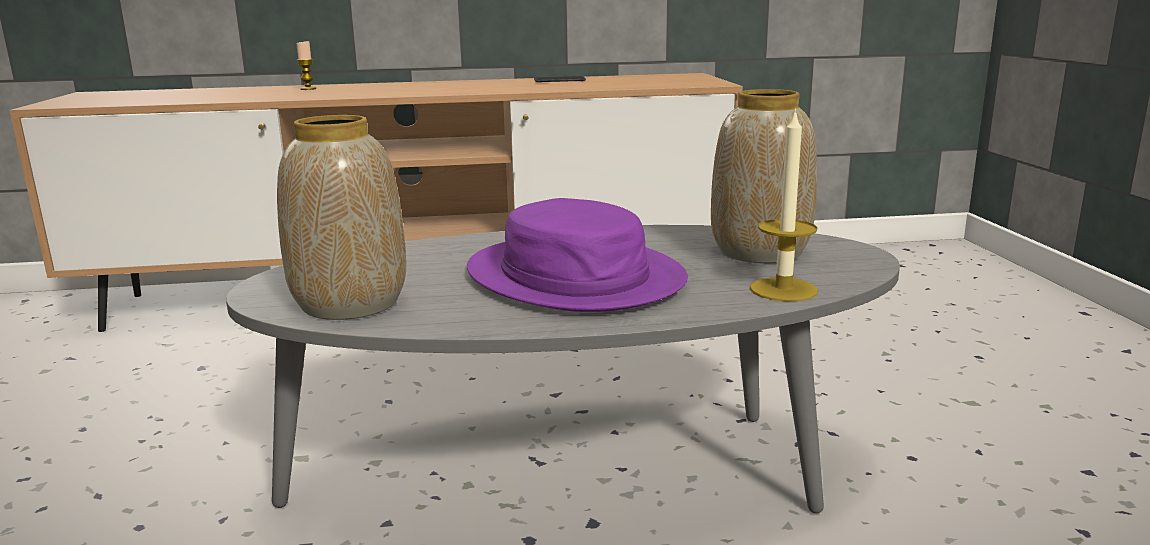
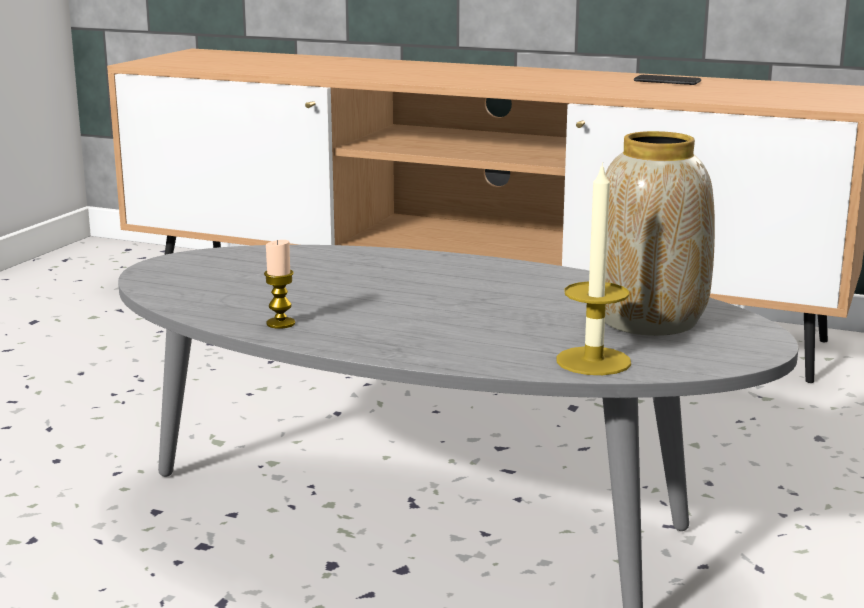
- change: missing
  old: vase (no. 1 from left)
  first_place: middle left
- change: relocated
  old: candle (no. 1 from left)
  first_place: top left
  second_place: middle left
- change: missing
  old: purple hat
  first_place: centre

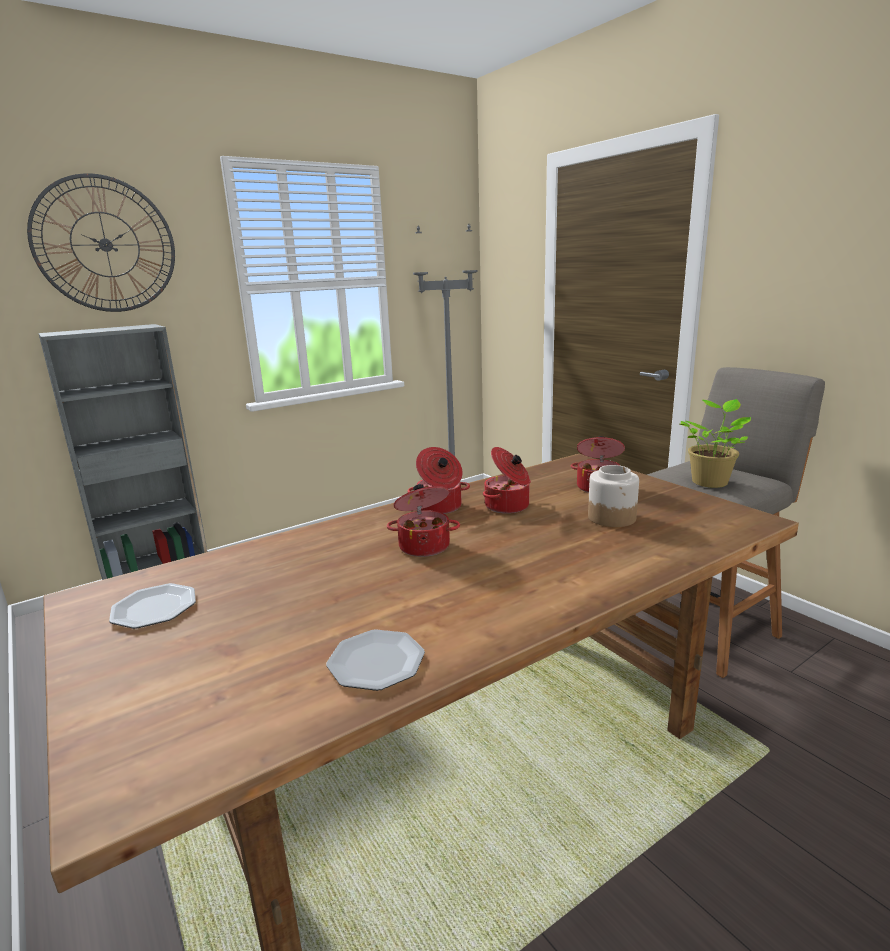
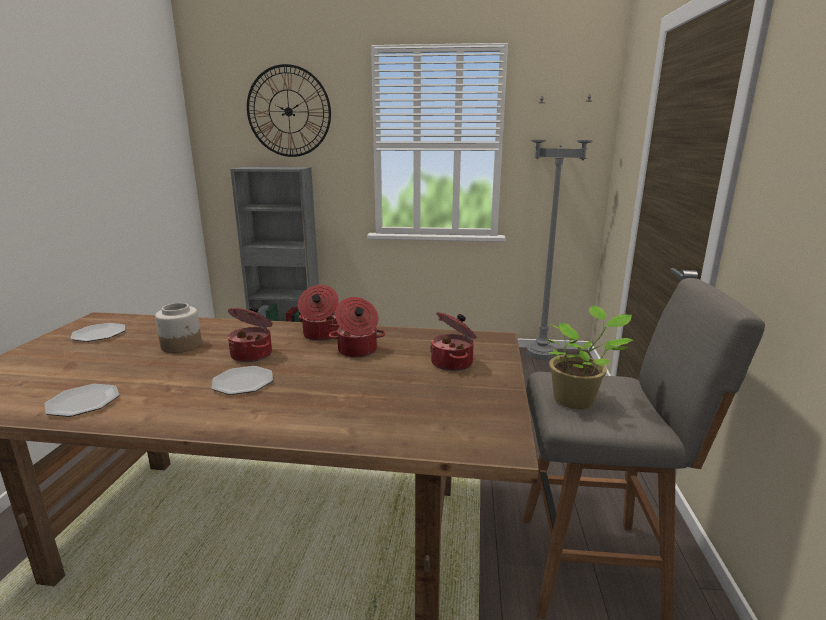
- change: relocated
  old: jar
  first_place: middle right
  second_place: middle left
- change: appeared
  new: plate (no. 3 from left)
  second_place: middle left

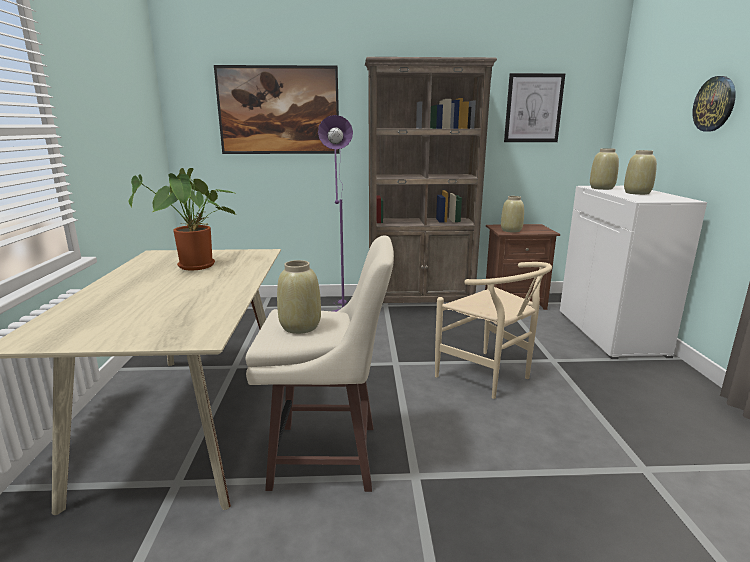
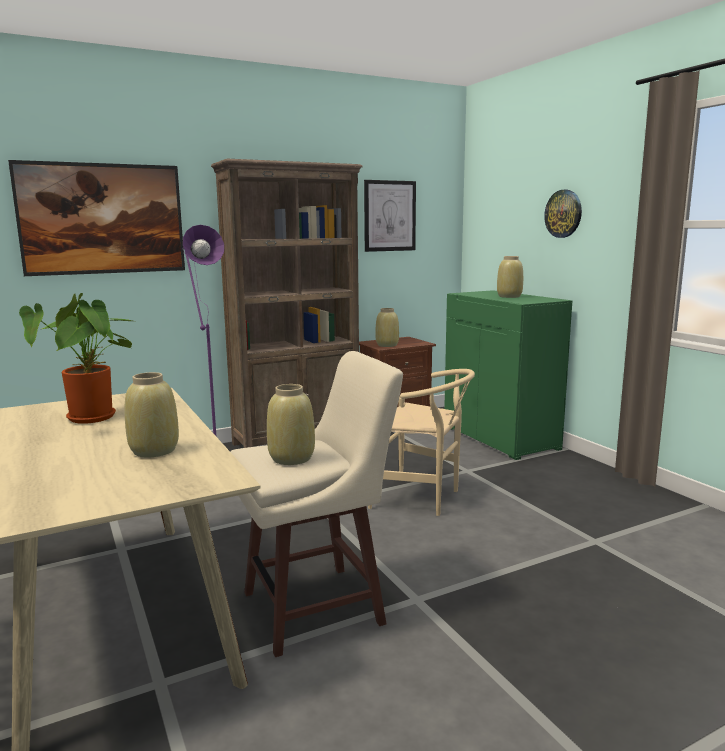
- change: colour
  old: white cabinet
  new: green cabinet
  first_place: middle right
  second_place: middle right
- change: relocated
  old: beige vase (no. 3 from left in the first image)
  new: beige vase (no. 1 from left)
  first_place: top right
  second_place: middle left

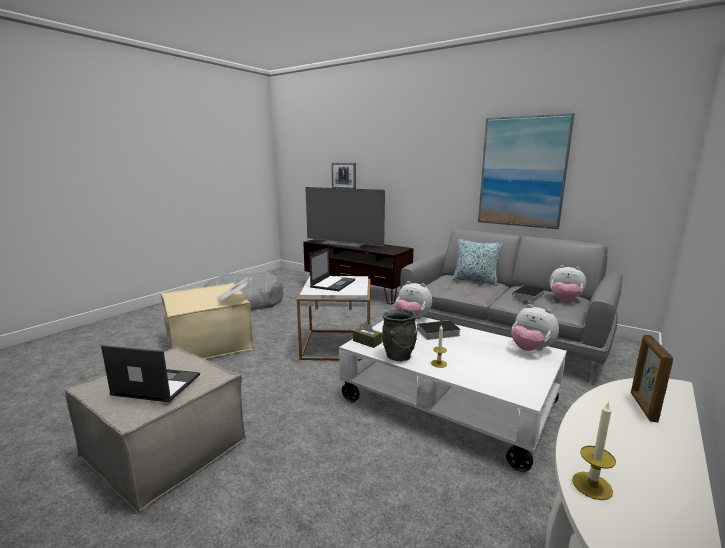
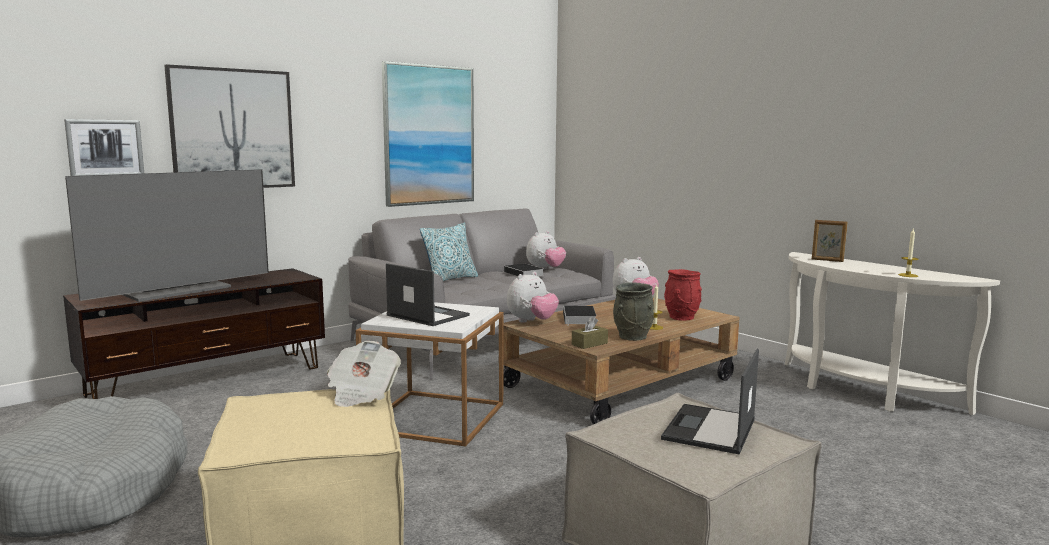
- change: colour
  old: white coffee table
  new: brown coffee table
  first_place: bottom centre
  second_place: centre
- change: appeared
  new: picture (no. 2 from left)
  second_place: top left
- change: appeared
  new: red vase
  second_place: centre

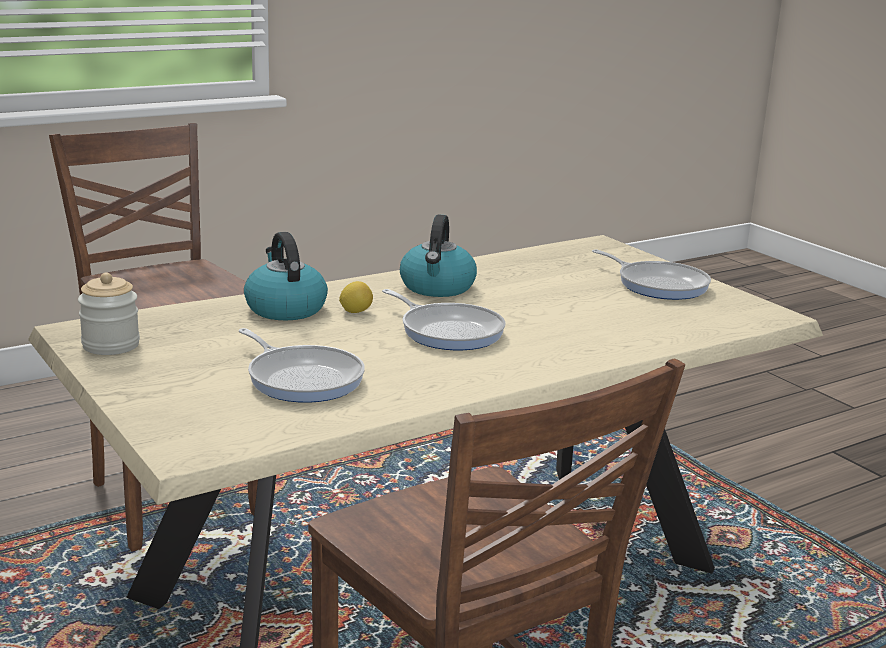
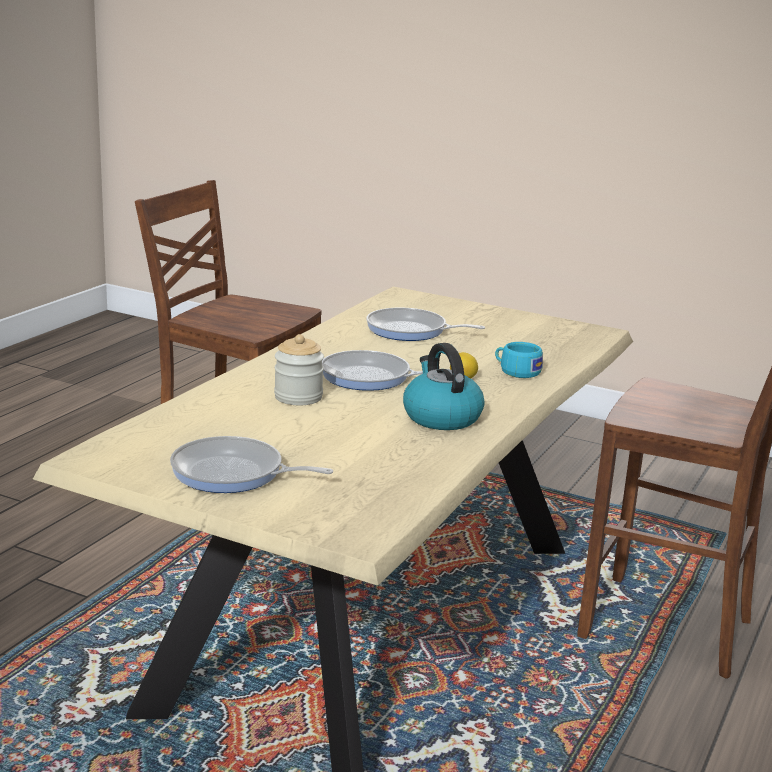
- change: relocated
  old: jar
  first_place: middle left
  second_place: centre
- change: exchanged
  old: kettle (no. 1 from left)
  new: turquoise cup
  first_place: middle left
  second_place: middle right

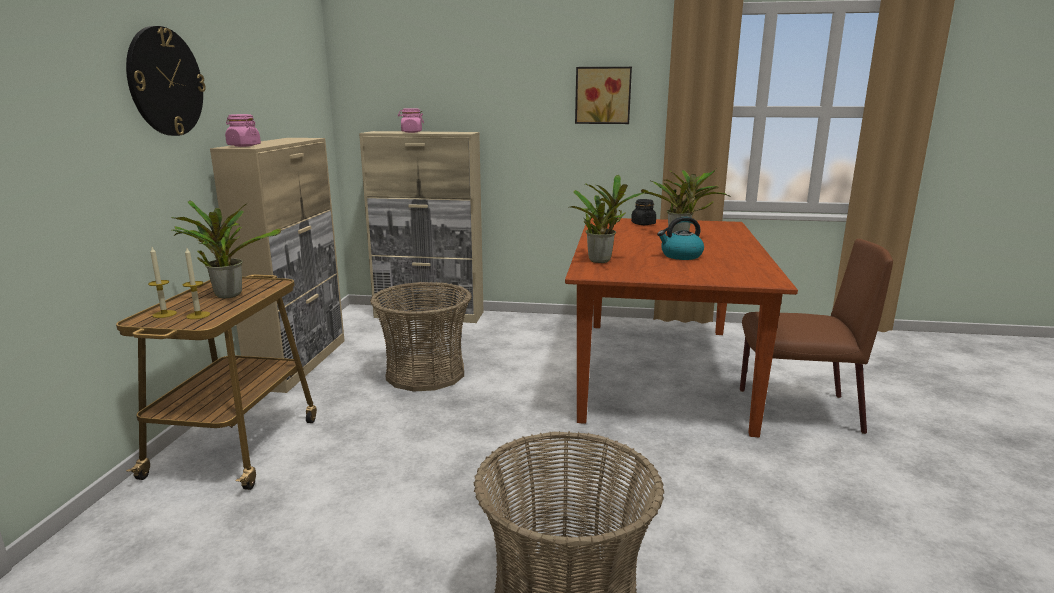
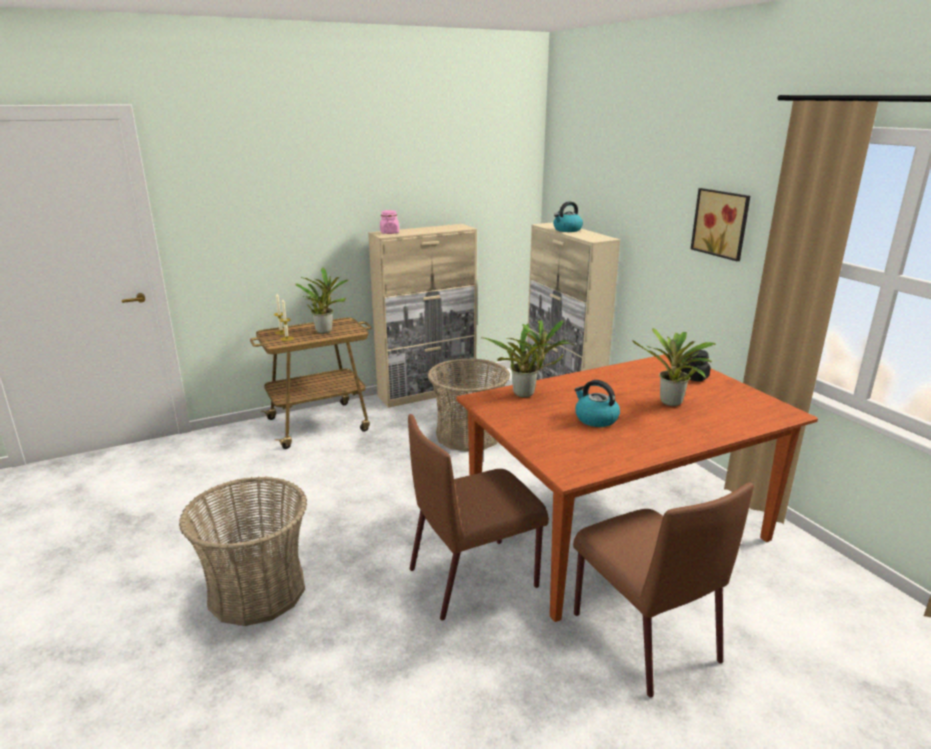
- change: missing
  old: wall clock
  first_place: top left
- change: exchanged
  old: pink jar (no. 2 from left)
  new: kettle (no. 1 from left)
  first_place: top centre
  second_place: top centre
- change: appeared
  new: brown chair (no. 1 from left)
  second_place: bottom centre

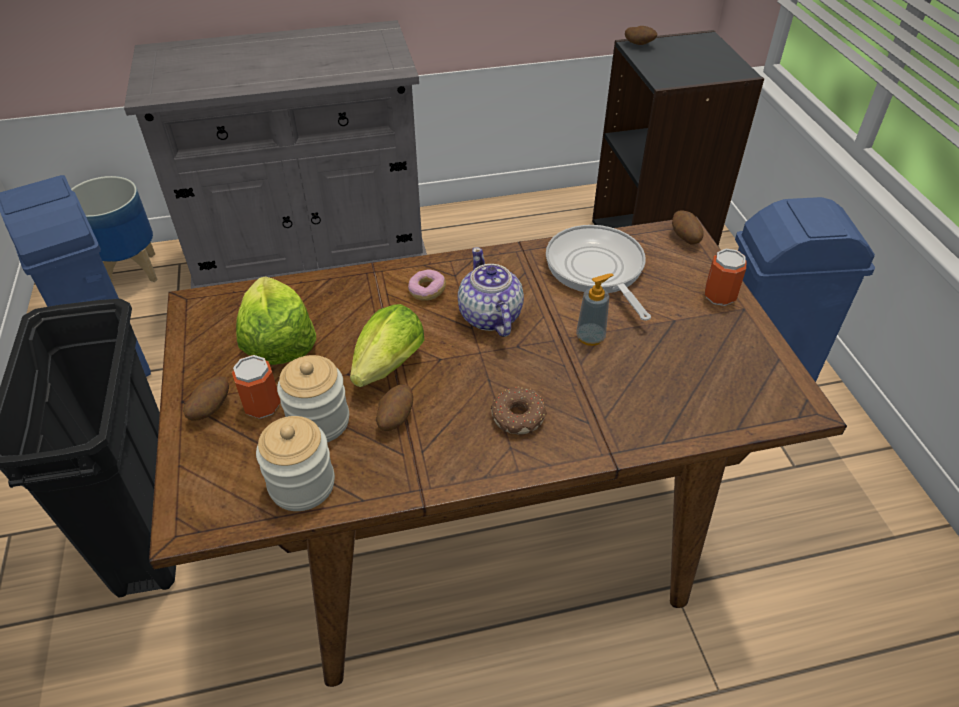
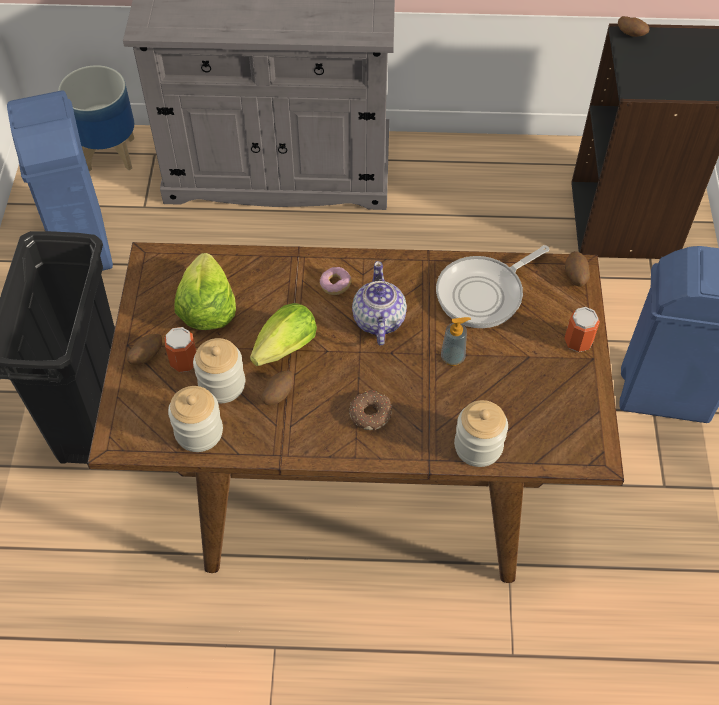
- change: spun
  old: frying pan
  first_place: centre
  second_place: middle right
  degrees: -120
- change: appeared
  new: jar (no. 3 from left)
  second_place: middle right

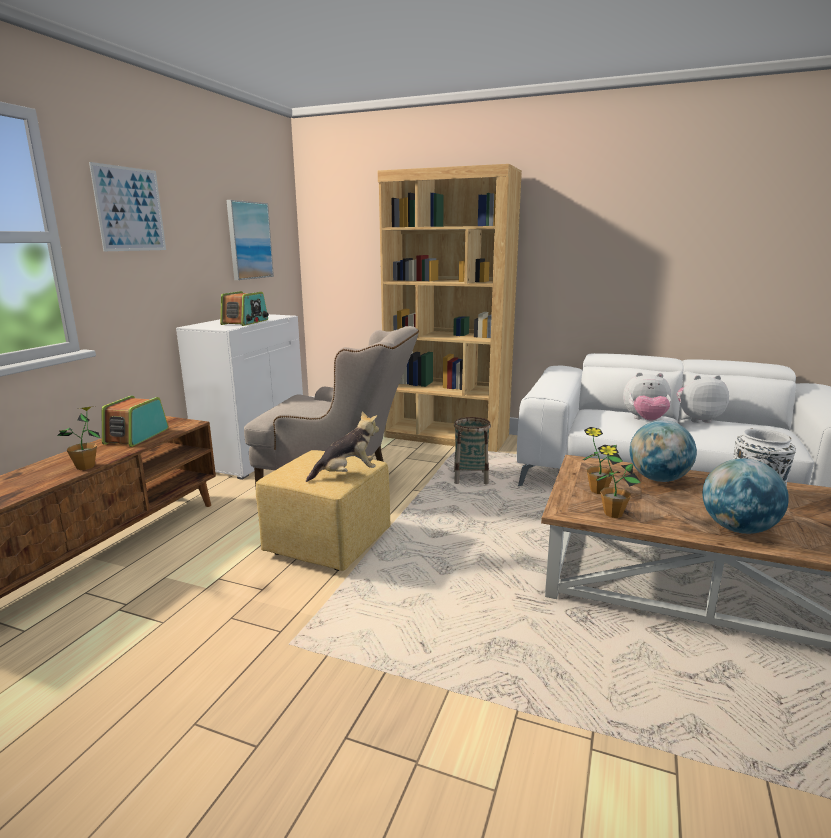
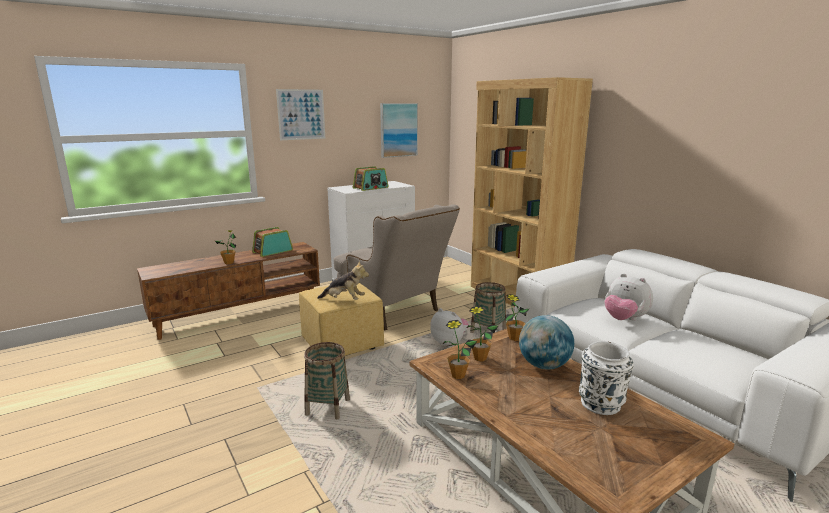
- change: relocated
  old: plush toy (no. 3 from left in the first image)
  new: plush toy (no. 2 from left)
  first_place: middle right
  second_place: centre
- change: missing
  old: globe (no. 2 from left)
  first_place: middle right
- change: appeared
  new: basket (no. 1 from left)
  second_place: bottom centre
- change: appeared
  new: potted plant (no. 4 from left)
  second_place: centre

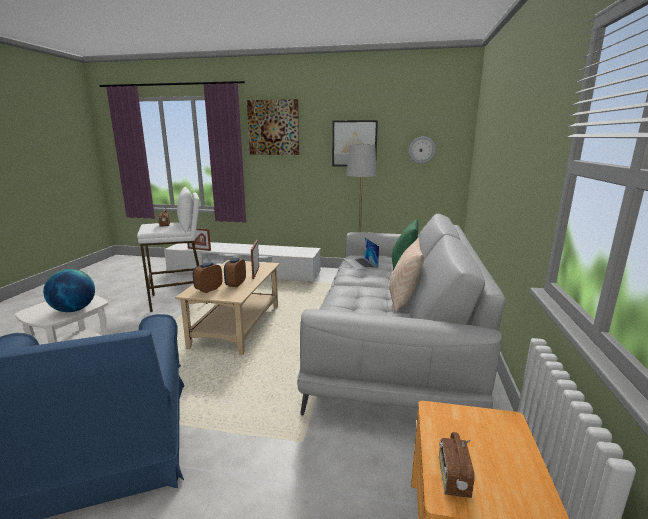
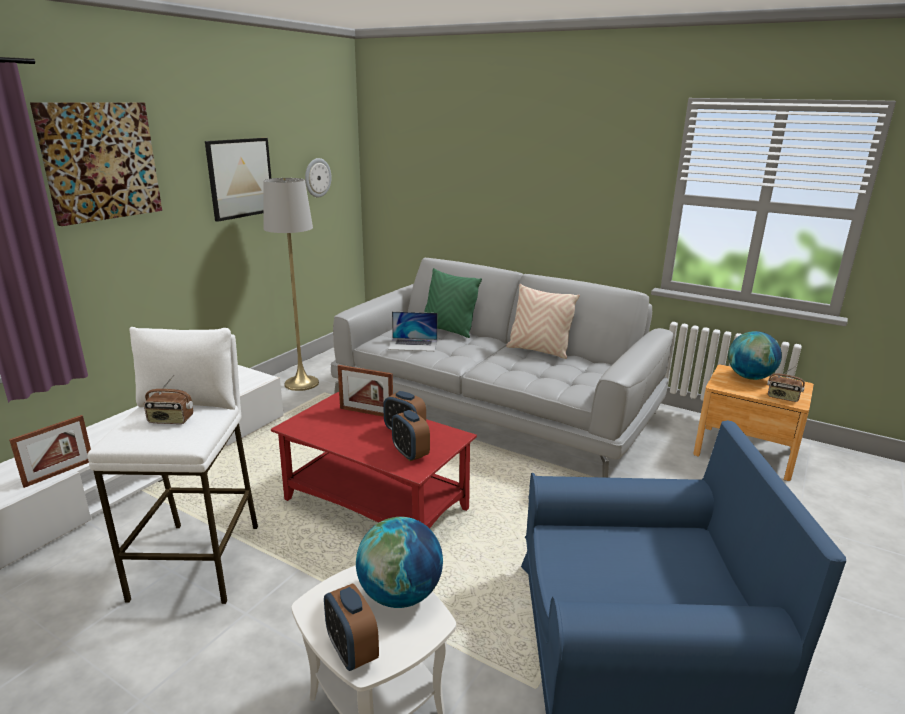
- change: colour
  old: beige coffee table
  new: red coffee table
  first_place: centre
  second_place: centre
- change: appeared
  new: alarm clock (no. 1 from left)
  second_place: bottom centre
- change: appeared
  new: globe (no. 2 from left)
  second_place: middle right

